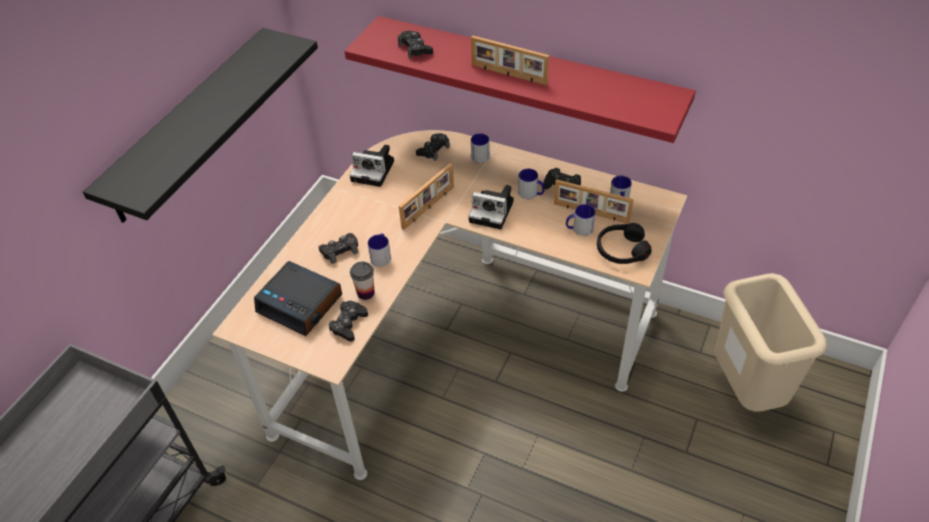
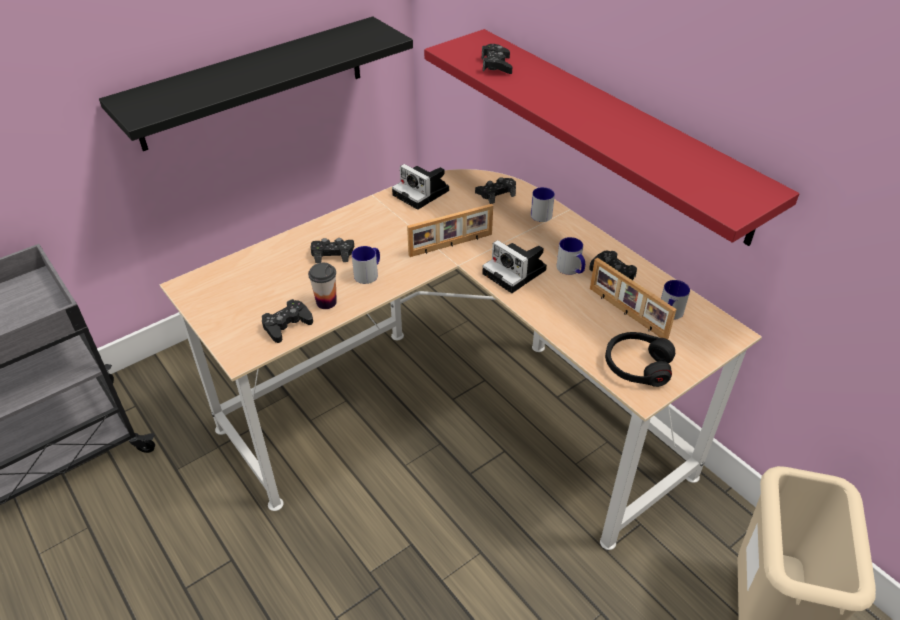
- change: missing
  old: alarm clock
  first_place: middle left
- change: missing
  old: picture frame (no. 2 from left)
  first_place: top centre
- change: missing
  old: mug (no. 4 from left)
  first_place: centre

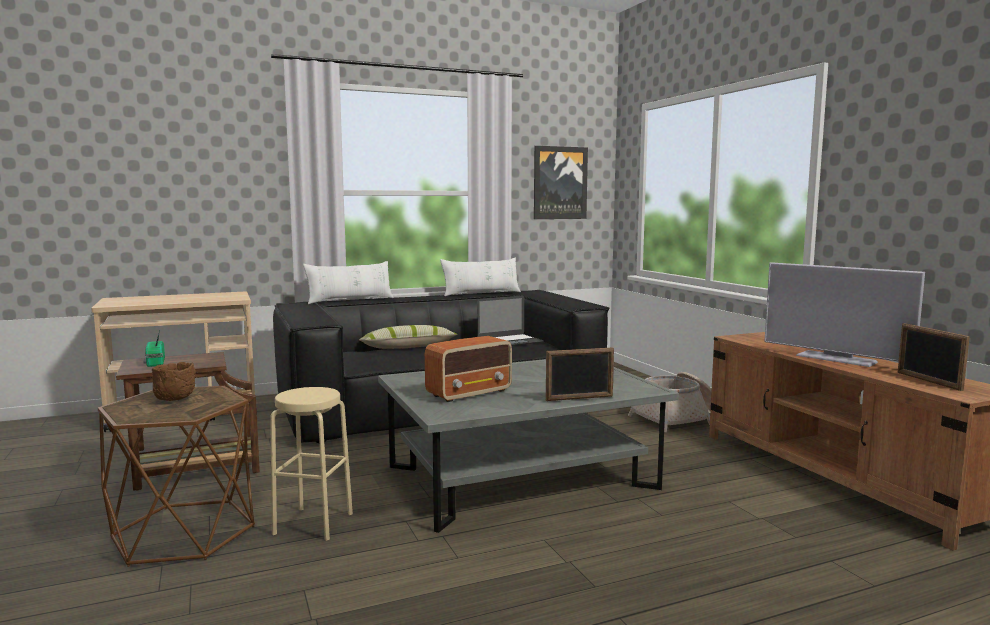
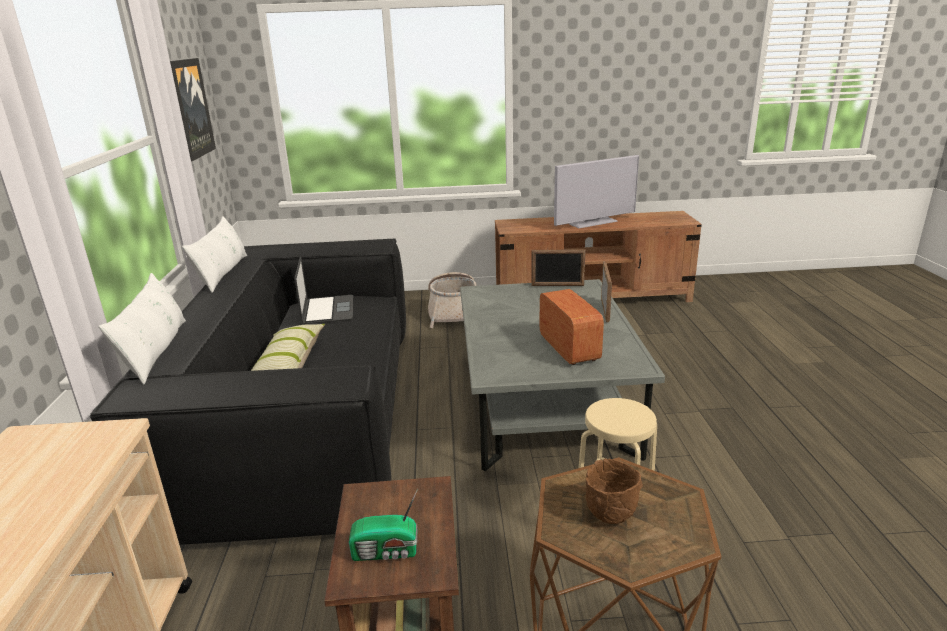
- change: relocated
  old: picture frame (no. 2 from left in the first image)
  new: picture frame (no. 1 from left)
  first_place: middle right
  second_place: centre

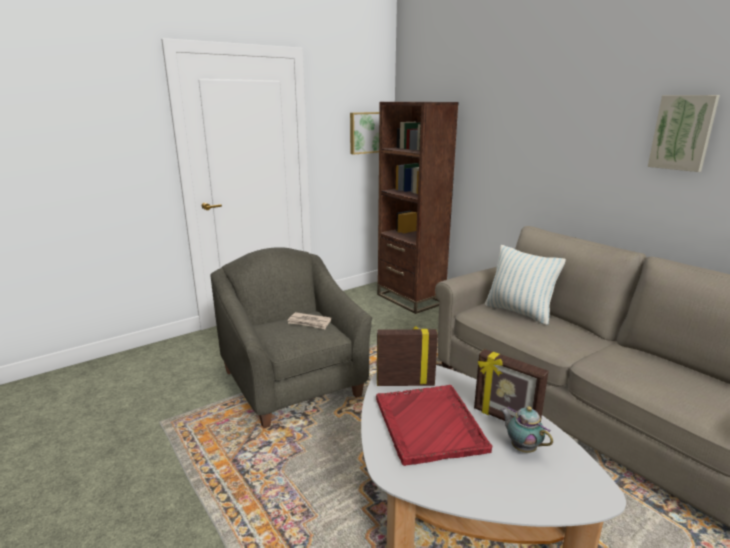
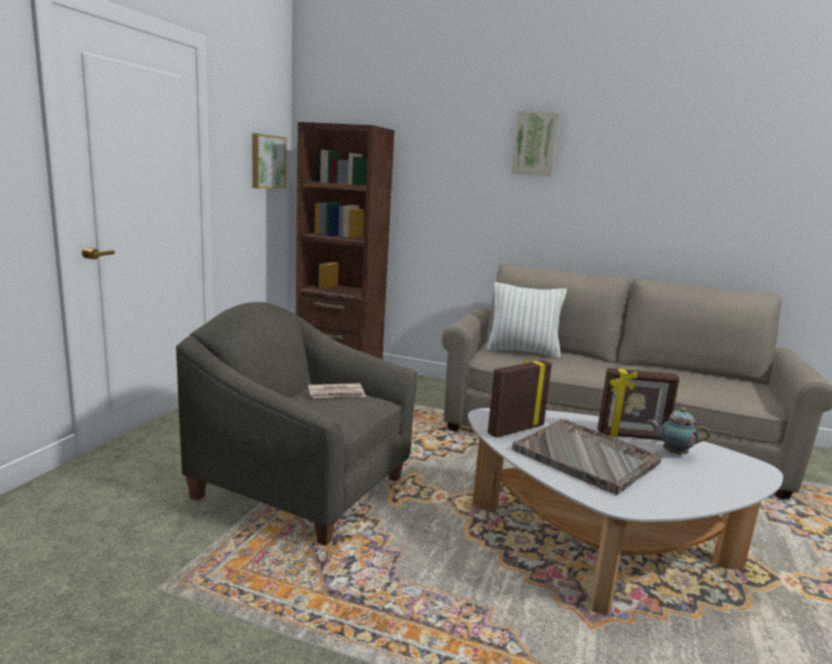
- change: colour
  old: red tray
  new: grey tray
  first_place: bottom centre
  second_place: bottom right
- change: relocated
  old: picture (no. 2 from left)
  first_place: top right
  second_place: top centre

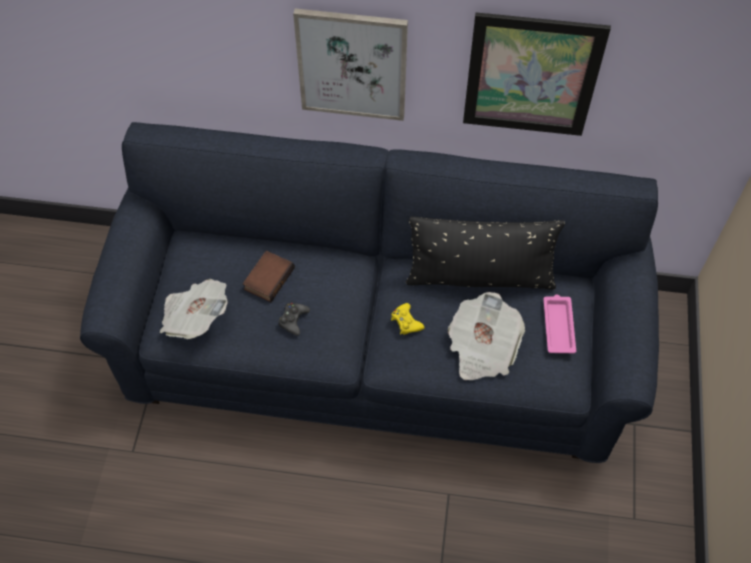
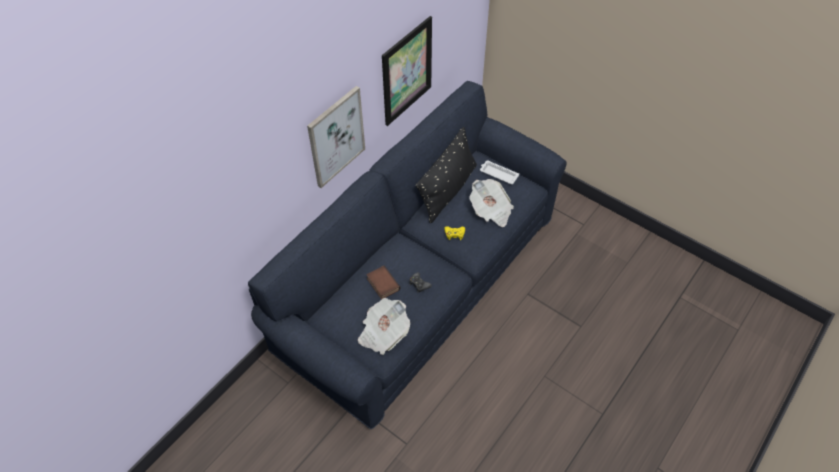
- change: colour
  old: pink tray
  new: white tray
  first_place: middle right
  second_place: centre

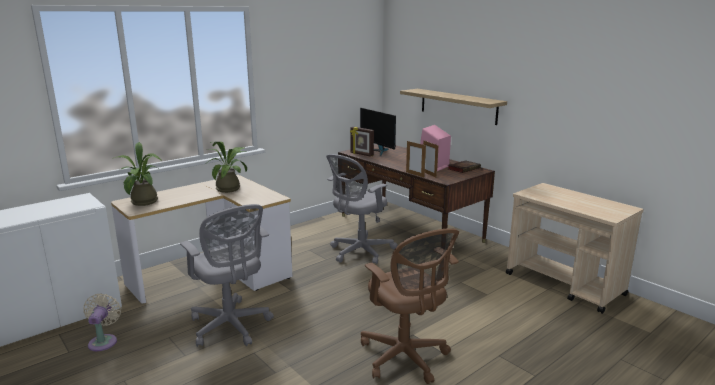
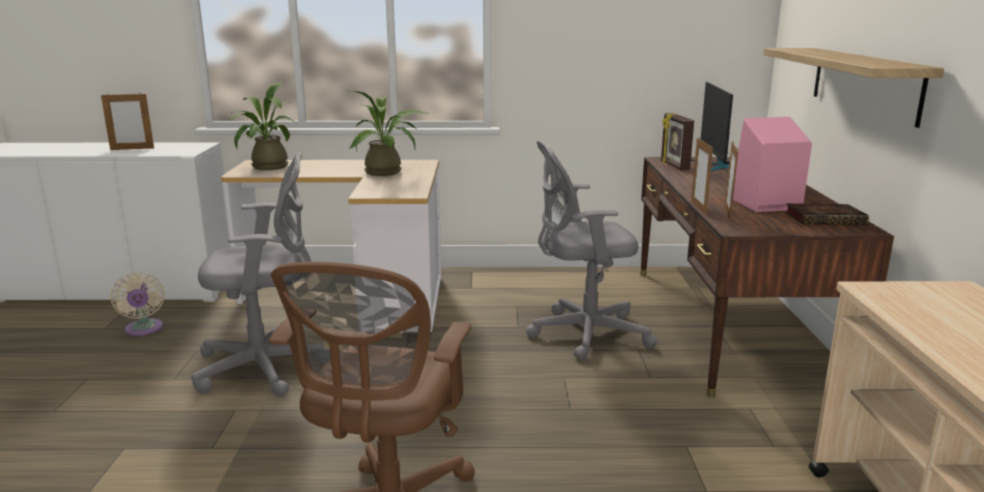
- change: spun
  old: beige fan
  first_place: bottom left
  second_place: middle left
  degrees: 120
- change: spun
  old: grey office chair (no. 1 from left)
  first_place: bottom left
  second_place: middle left
  degrees: -105
- change: appeared
  new: picture frame (no. 1 from left)
  second_place: top left

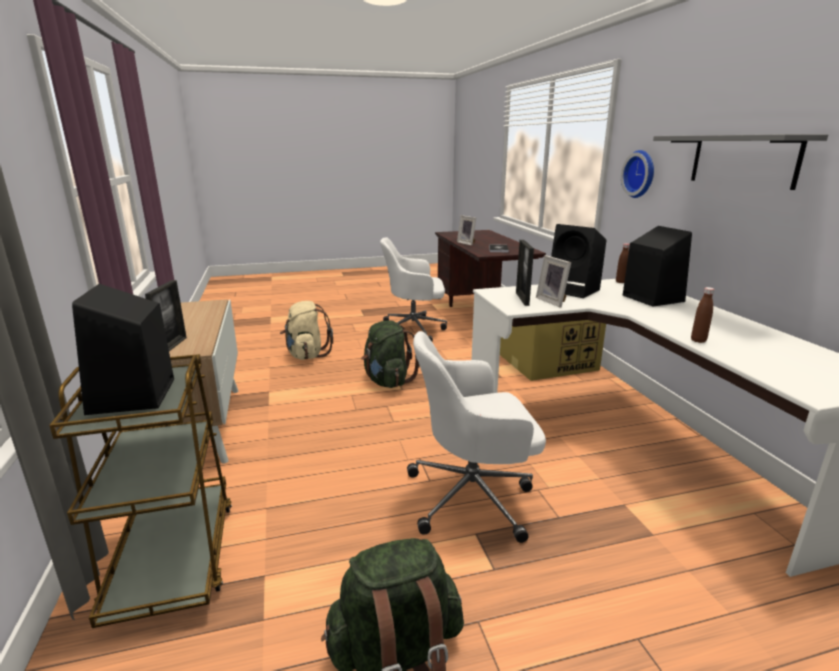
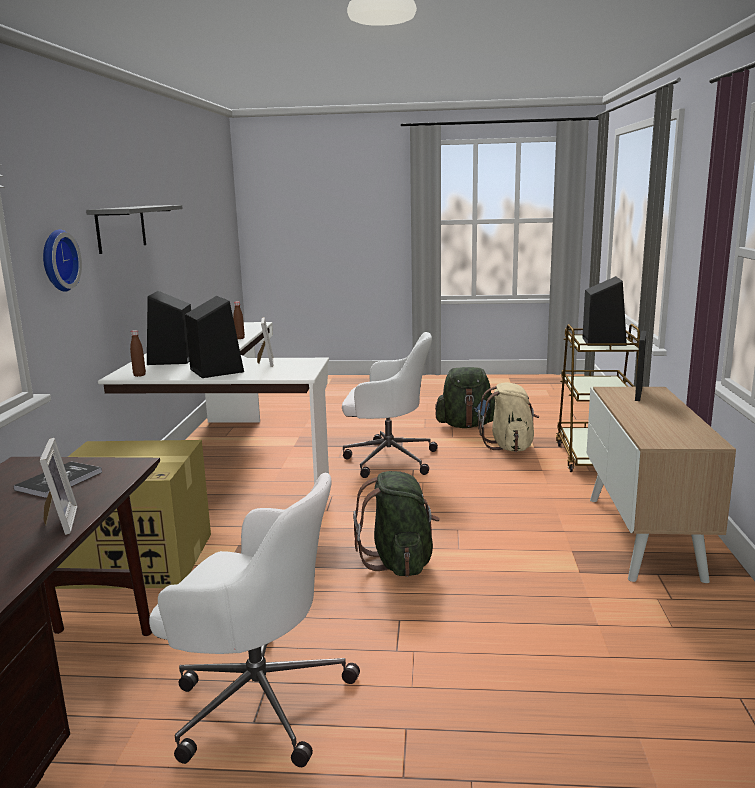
- change: relocated
  old: beige backpack
  first_place: centre
  second_place: middle right
- change: missing
  old: picture frame (no. 3 from left)
  first_place: centre

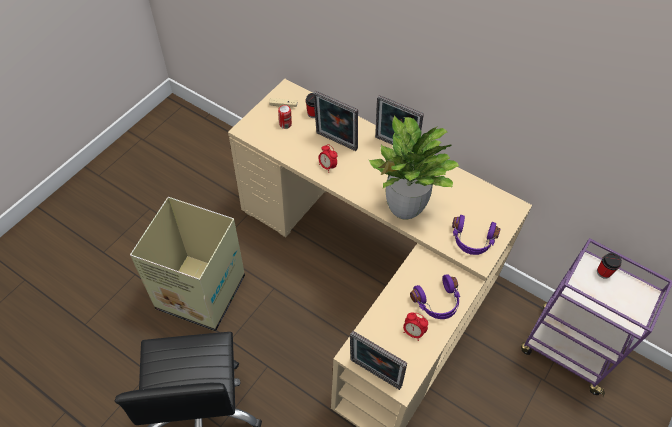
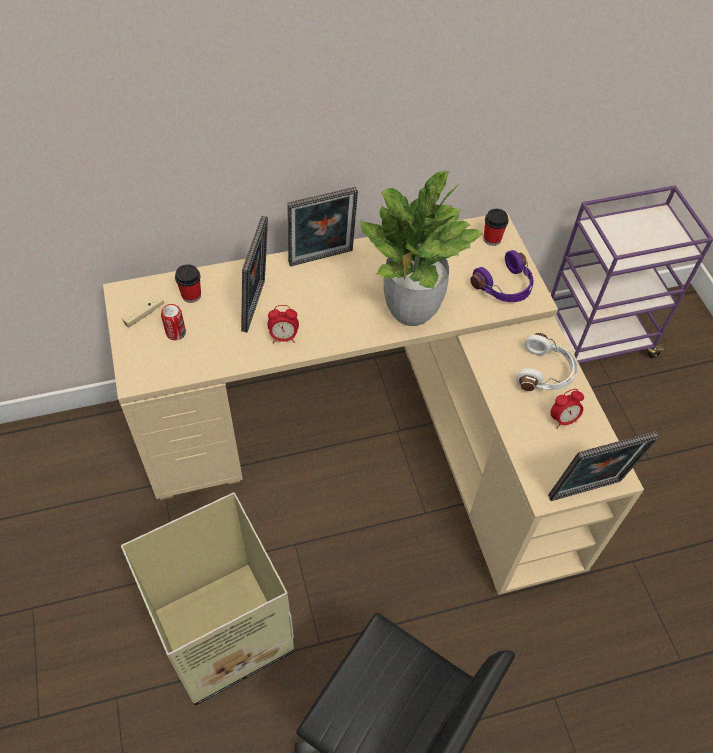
- change: spun
  old: picture frame (no. 1 from left)
  first_place: top centre
  second_place: centre
  degrees: -60
- change: colour
  old: purple headphones (no. 1 from left)
  new: white headphones
  first_place: bottom centre
  second_place: middle right
- change: relocated
  old: cup (no. 2 from left)
  first_place: middle right
  second_place: top right

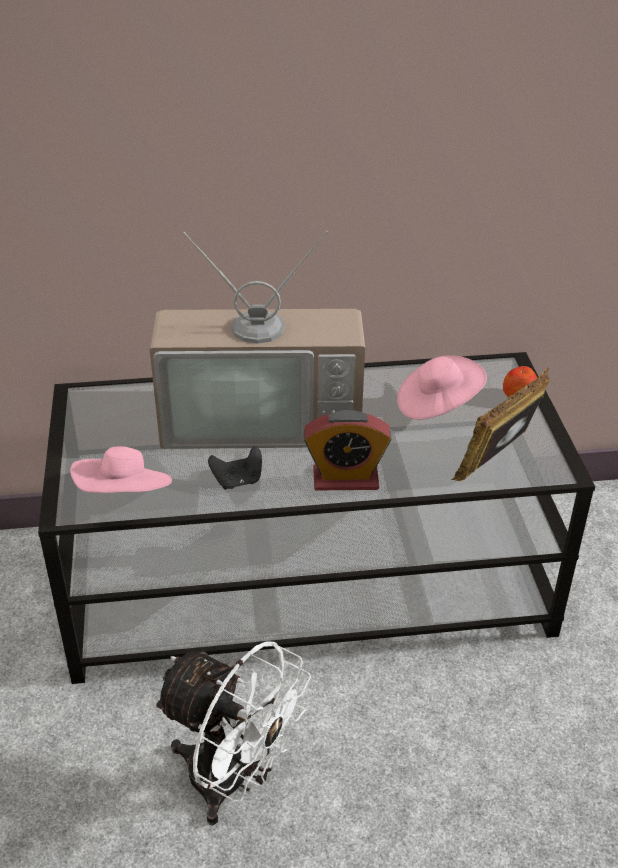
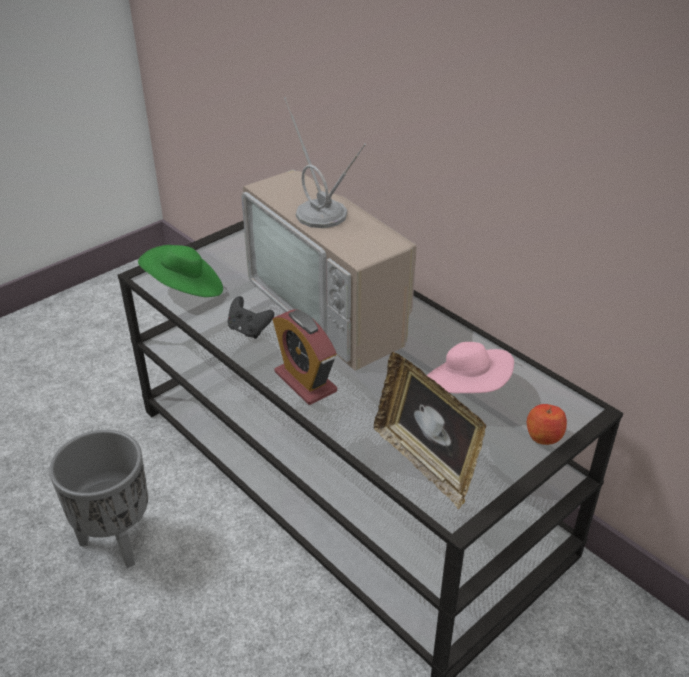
- change: colour
  old: pink hat (no. 1 from left)
  new: green hat
  first_place: middle left
  second_place: middle left
- change: exchanged
  old: white fan
  new: grey planter
  first_place: bottom centre
  second_place: bottom left
- change: spun
  old: picture frame
  first_place: middle right
  second_place: centre
  degrees: -135

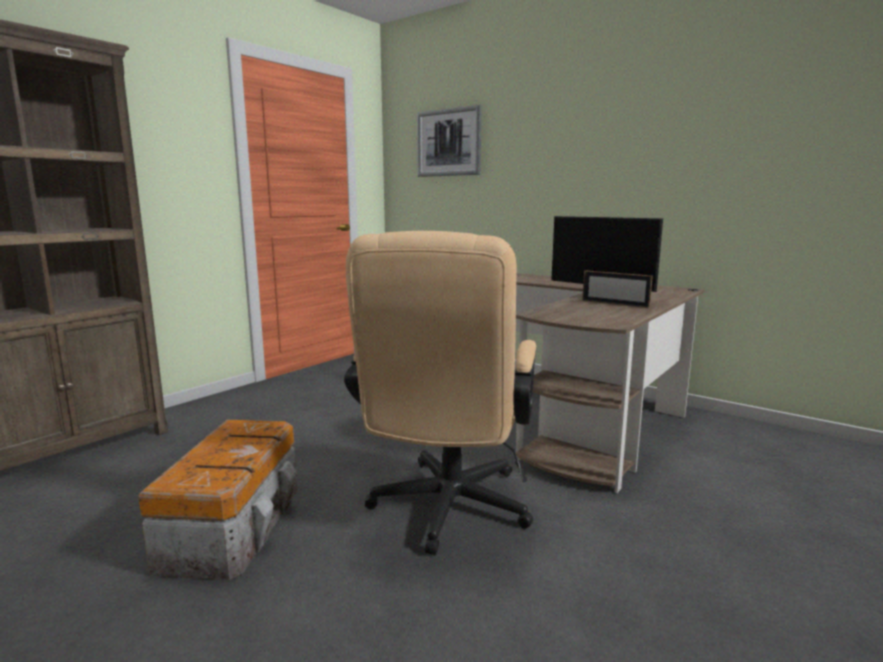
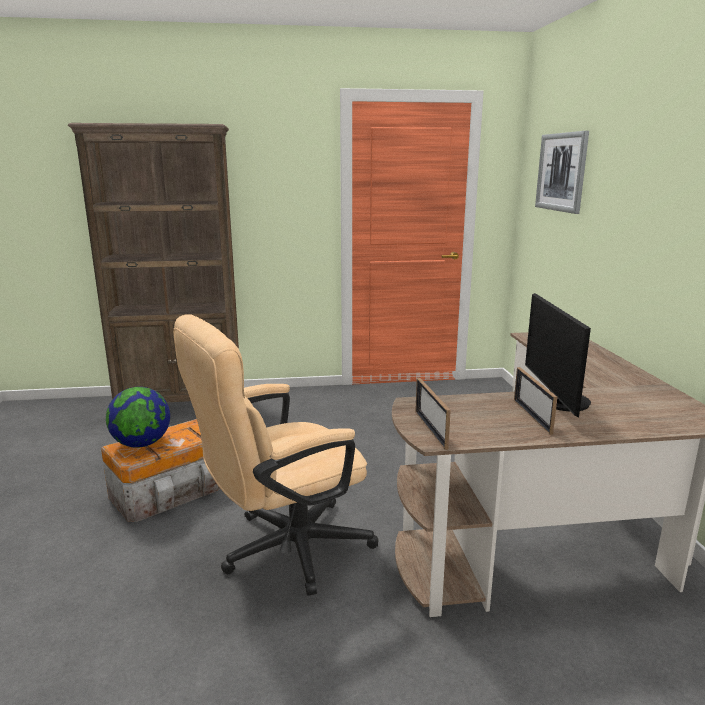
- change: appeared
  new: globe
  second_place: middle left
- change: appeared
  new: picture frame (no. 1 from left)
  second_place: centre

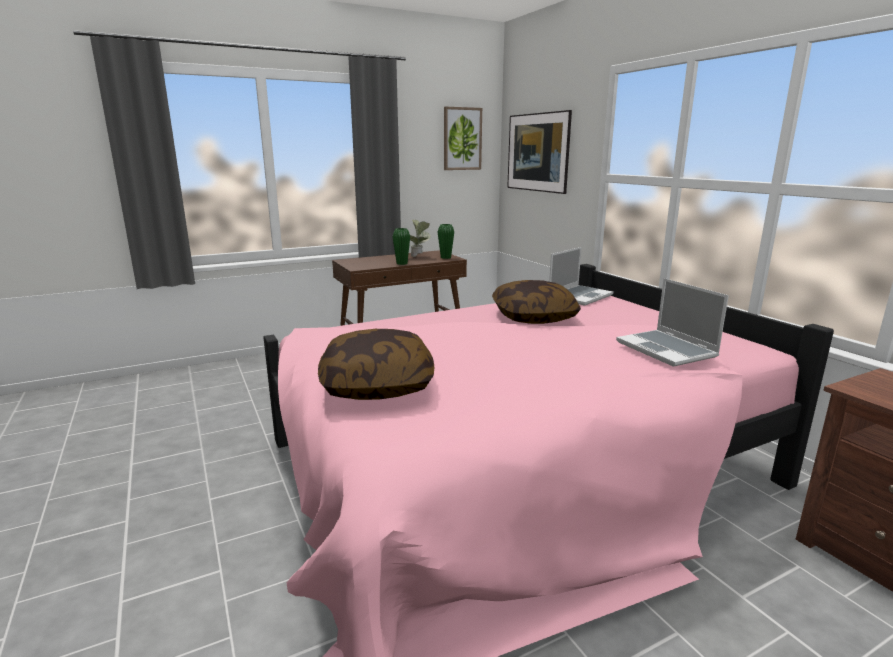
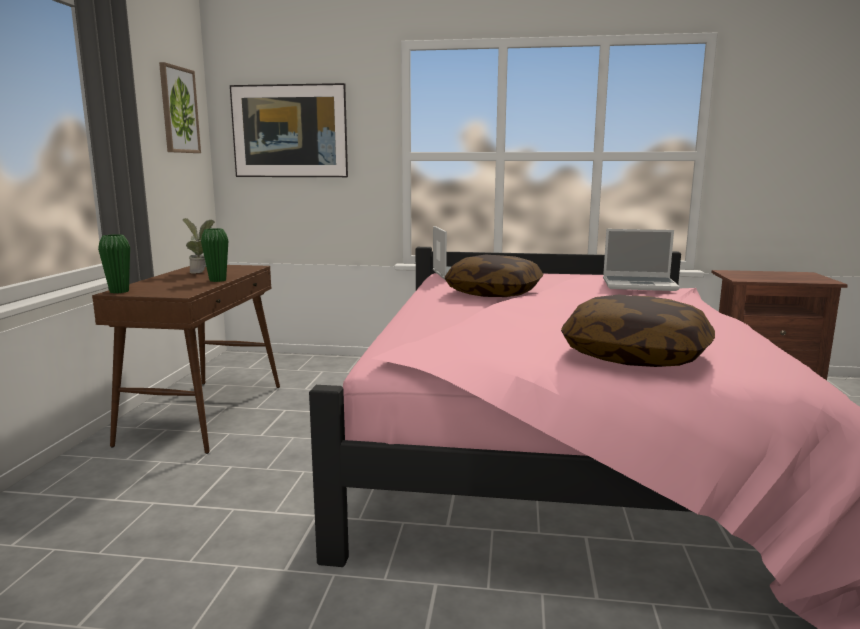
- change: relocated
  old: green vase (no. 2 from left in the first image)
  new: green vase (no. 1 from left)
  first_place: centre
  second_place: middle left

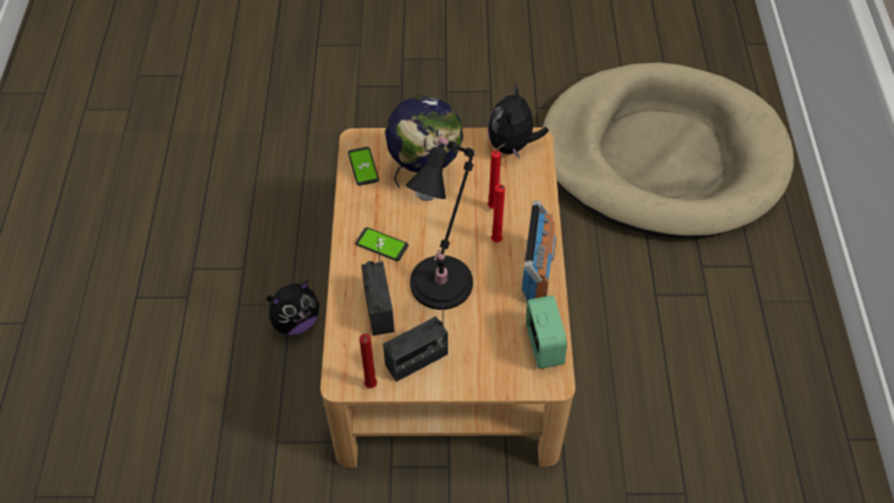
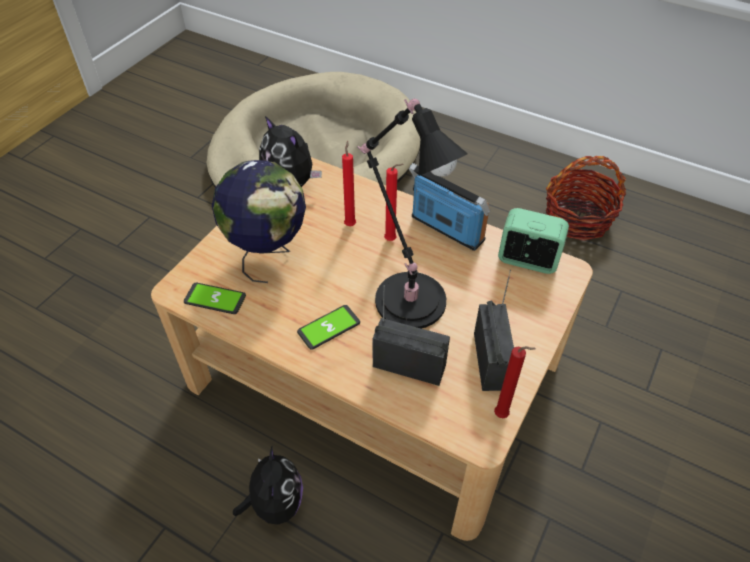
- change: appeared
  new: basket
  second_place: middle right

